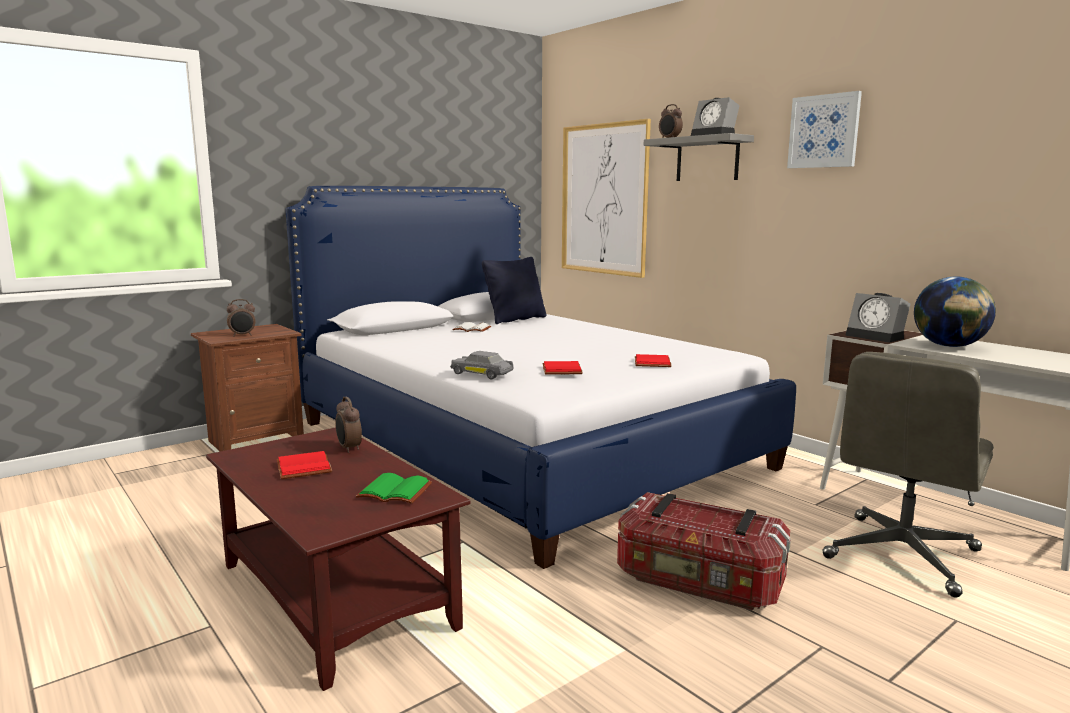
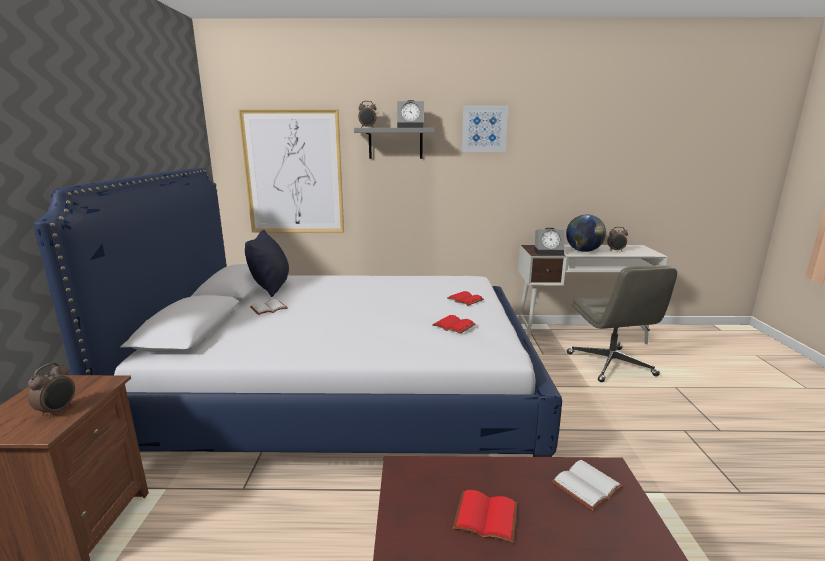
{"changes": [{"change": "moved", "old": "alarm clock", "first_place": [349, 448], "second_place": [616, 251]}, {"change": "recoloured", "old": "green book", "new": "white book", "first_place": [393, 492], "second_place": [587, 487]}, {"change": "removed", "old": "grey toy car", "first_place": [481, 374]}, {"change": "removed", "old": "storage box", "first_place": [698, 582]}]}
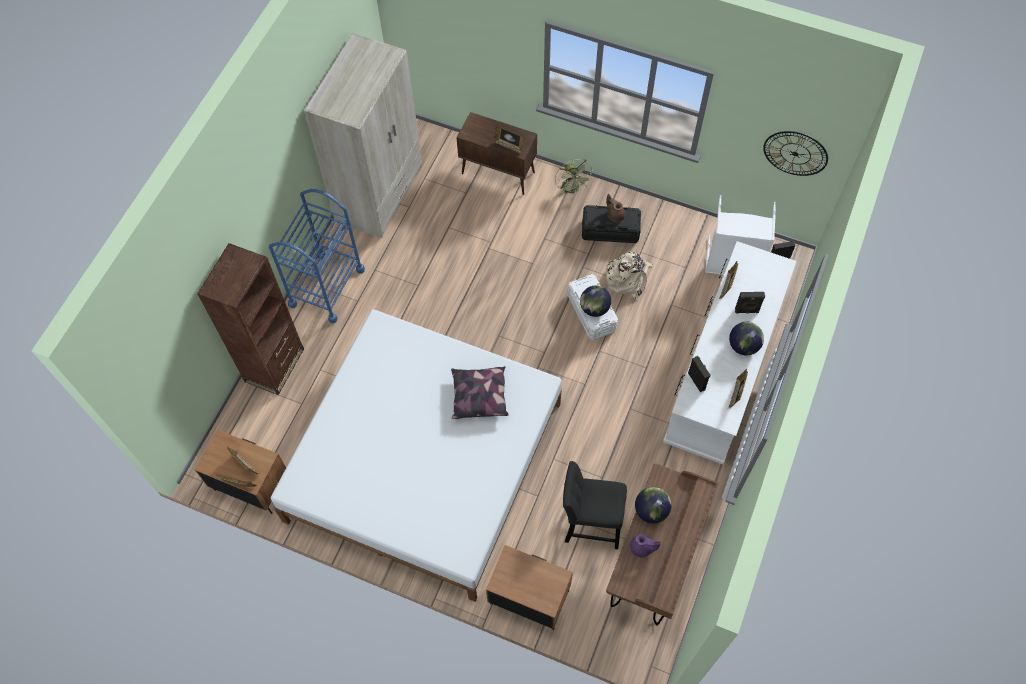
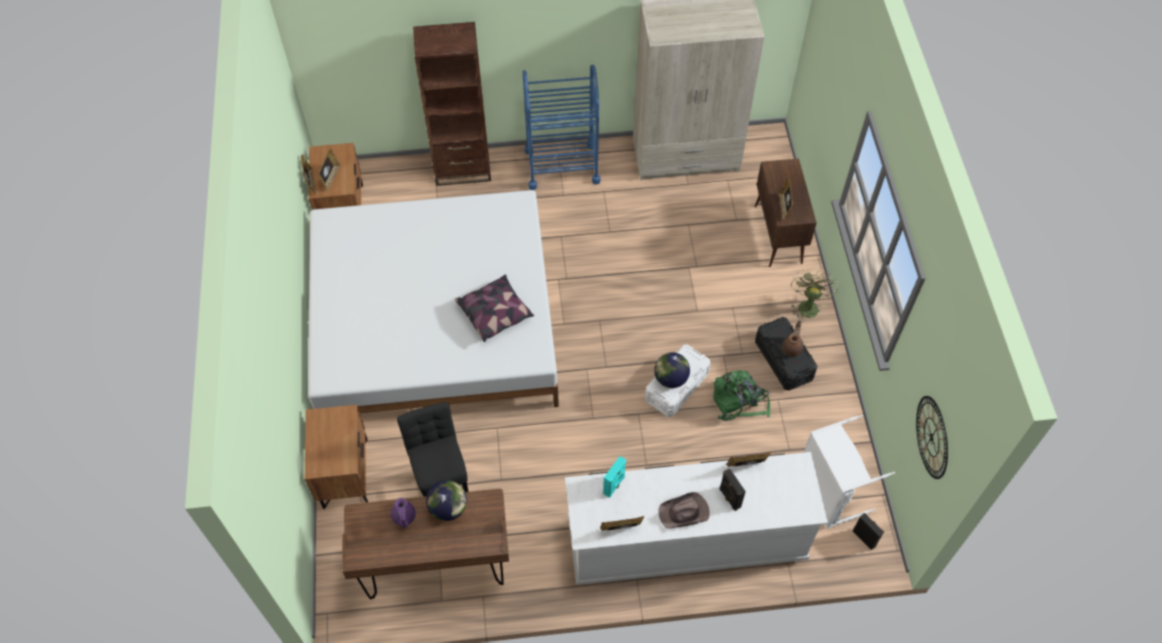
{"changes": [{"change": "turned", "old": "green fan", "first_place": [572, 189], "second_place": [807, 305], "degrees": 150}, {"change": "recoloured", "old": "beige backpack", "new": "green backpack", "first_place": [627, 278], "second_place": [739, 401]}, {"change": "recoloured", "old": "black speaker", "new": "turquoise speaker", "first_place": [697, 381], "second_place": [614, 485]}, {"change": "replaced", "old": "globe", "new": "brown hat", "first_place": [743, 346], "second_place": [684, 513]}]}
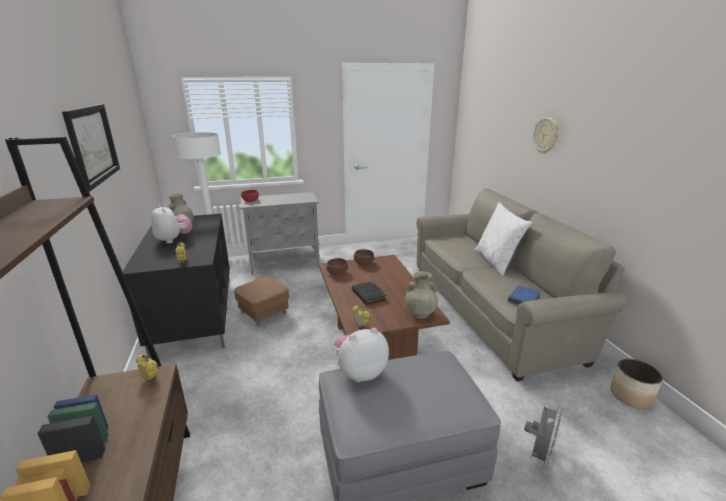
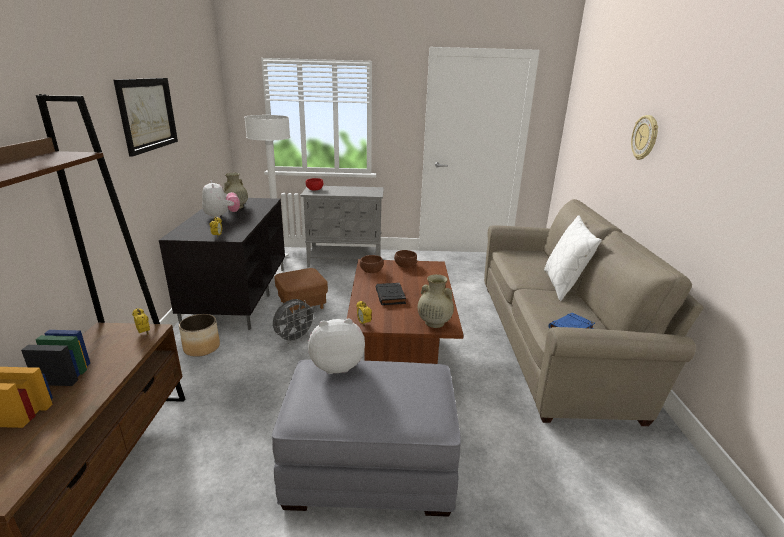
{"changes": [{"change": "moved", "old": "grey fan", "first_place": [538, 455], "second_place": [294, 339]}, {"change": "moved", "old": "planter", "first_place": [631, 396], "second_place": [202, 348]}]}
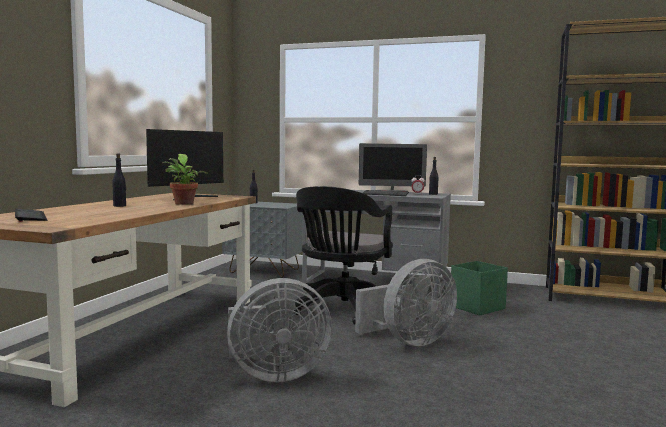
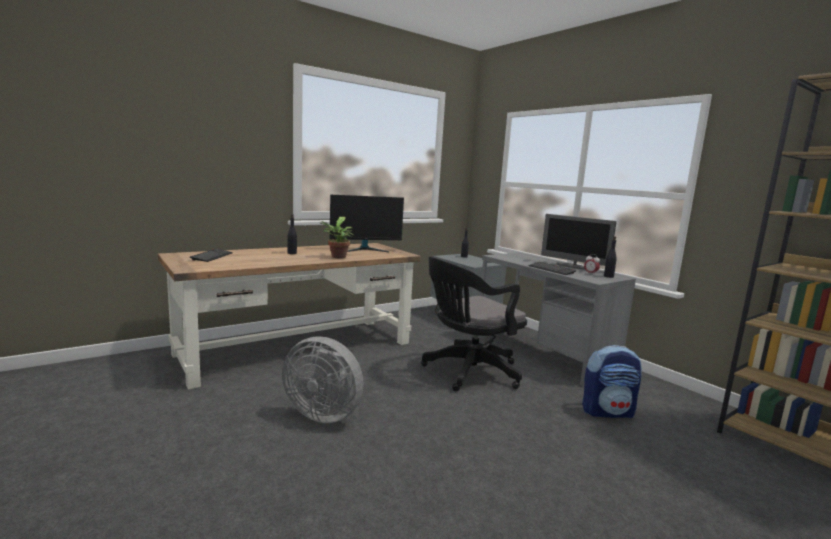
{"changes": [{"change": "removed", "old": "grey fan", "first_place": [409, 341]}, {"change": "replaced", "old": "green storage box", "new": "backpack", "first_place": [478, 307], "second_place": [607, 412]}]}
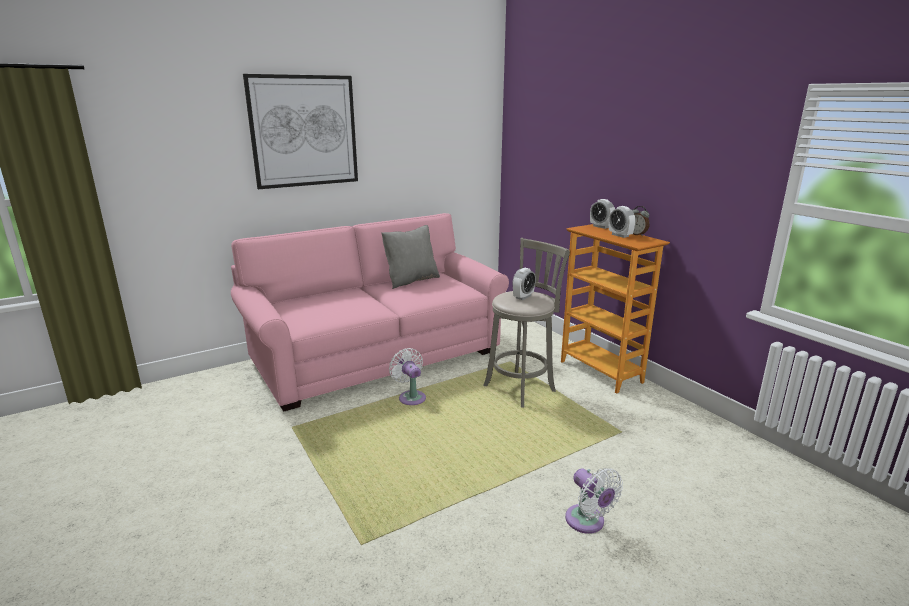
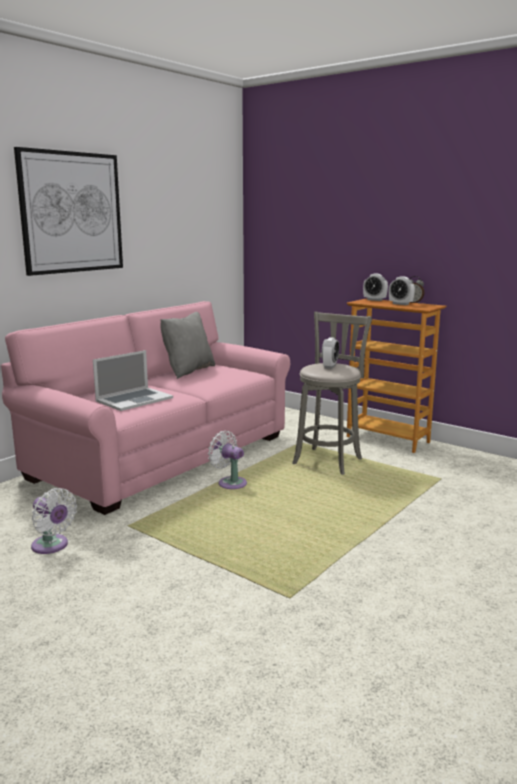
{"changes": [{"change": "moved", "old": "white fan", "first_place": [587, 522], "second_place": [52, 546]}, {"change": "added", "new": "laptop", "second_place": [134, 399]}]}
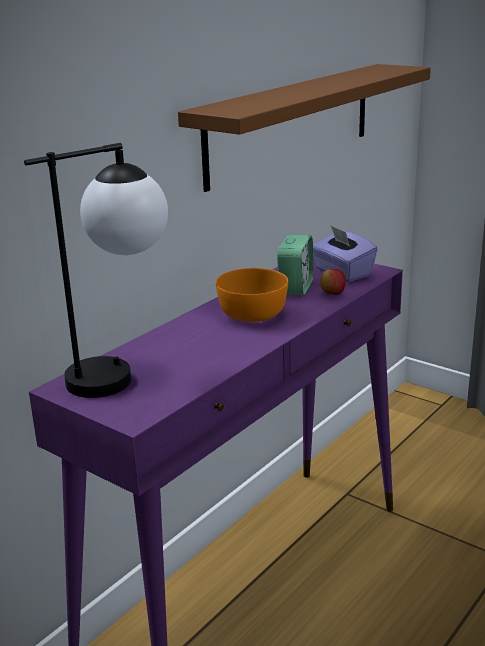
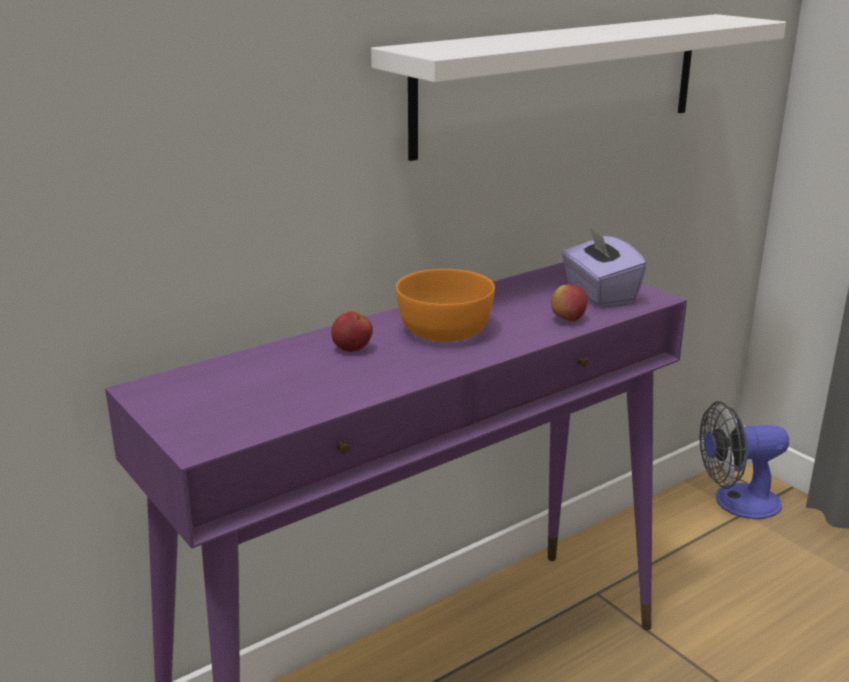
{"changes": [{"change": "removed", "old": "table lamp", "first_place": [122, 373]}, {"change": "recoloured", "old": "brown shelf", "new": "white shelf", "first_place": [292, 122], "second_place": [562, 82]}, {"change": "removed", "old": "alarm clock", "first_place": [296, 287]}, {"change": "added", "new": "apple", "second_place": [352, 349]}, {"change": "added", "new": "fan", "second_place": [736, 502]}]}
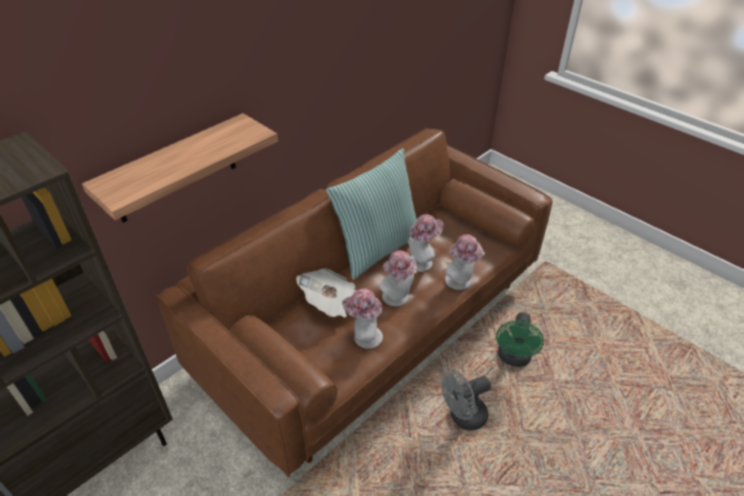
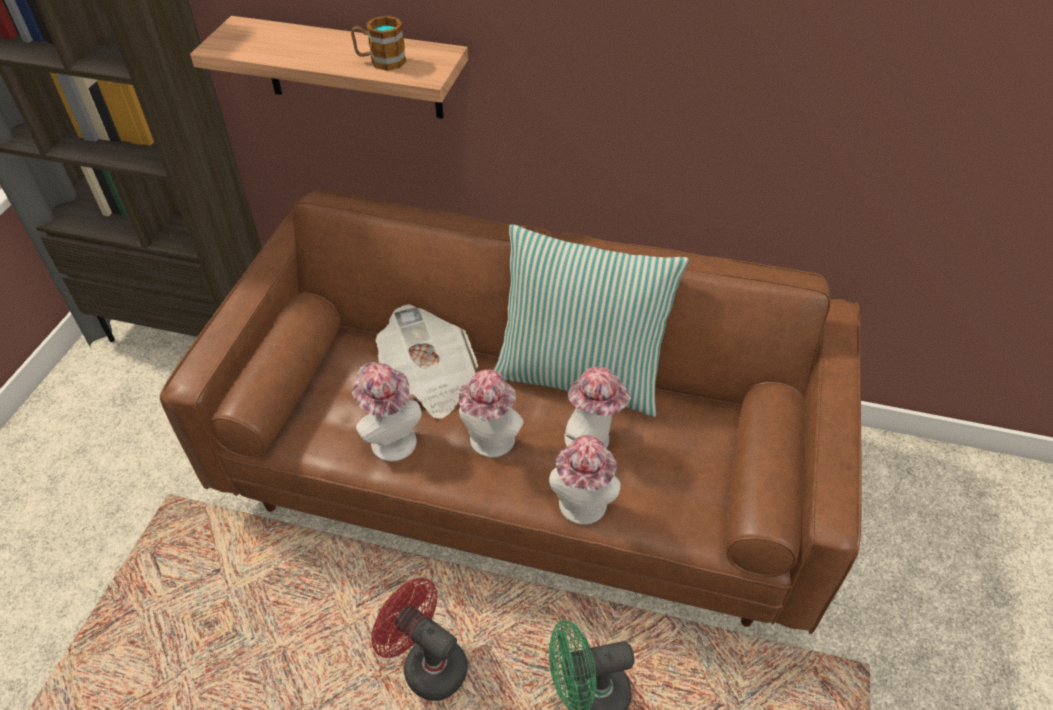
{"changes": [{"change": "recoloured", "old": "grey fan", "new": "red fan", "first_place": [463, 417], "second_place": [427, 663]}, {"change": "added", "new": "mug", "second_place": [381, 61]}]}
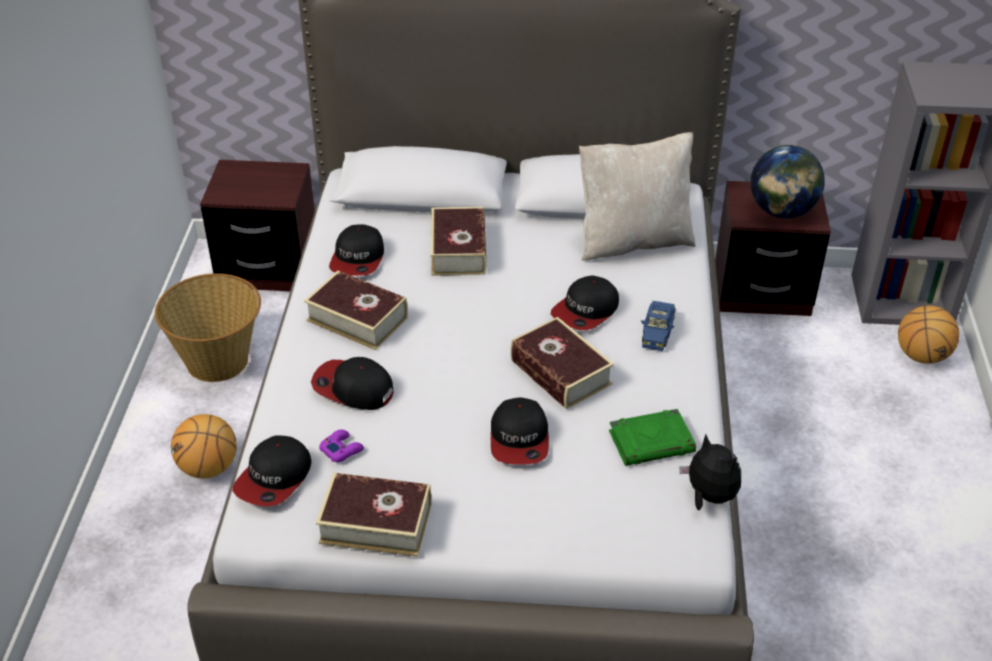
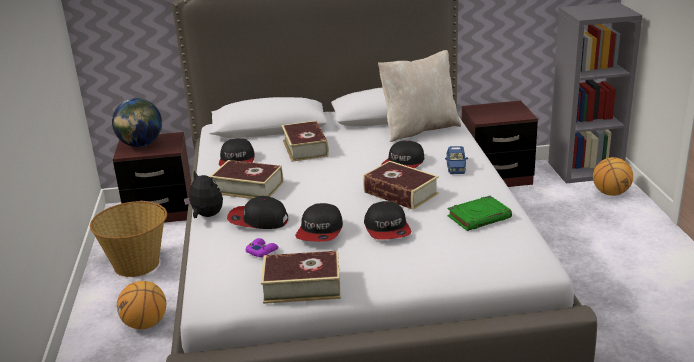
{"changes": [{"change": "moved", "old": "cap", "first_place": [274, 478], "second_place": [320, 231]}, {"change": "moved", "old": "plush toy", "first_place": [709, 496], "second_place": [206, 216]}, {"change": "moved", "old": "globe", "first_place": [781, 211], "second_place": [141, 145]}]}
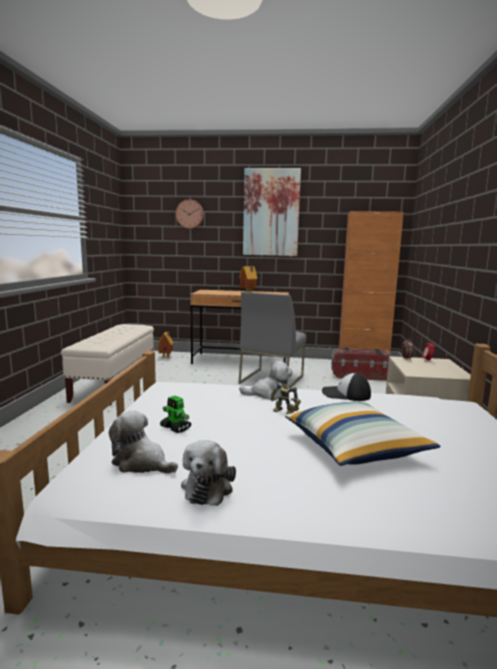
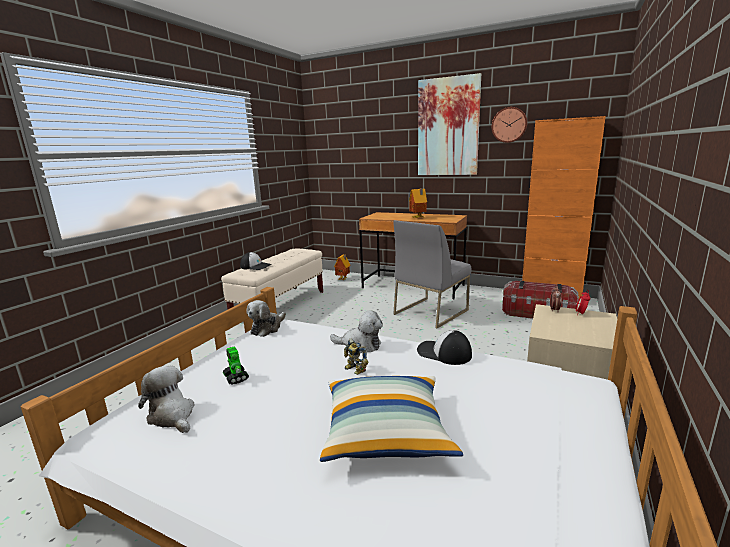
{"changes": [{"change": "moved", "old": "wall clock", "first_place": [190, 214], "second_place": [509, 125]}, {"change": "moved", "old": "plush toy", "first_place": [208, 486], "second_place": [267, 328]}, {"change": "added", "new": "cap", "second_place": [256, 266]}]}
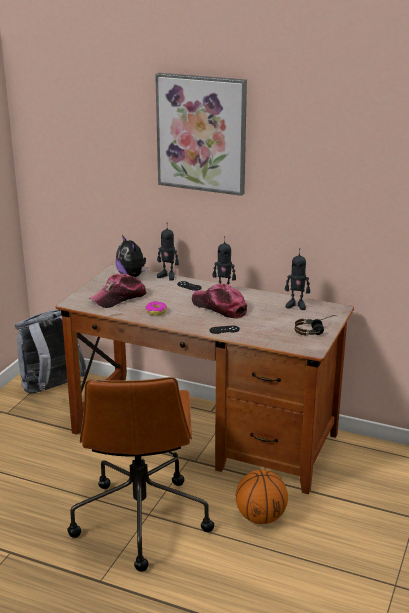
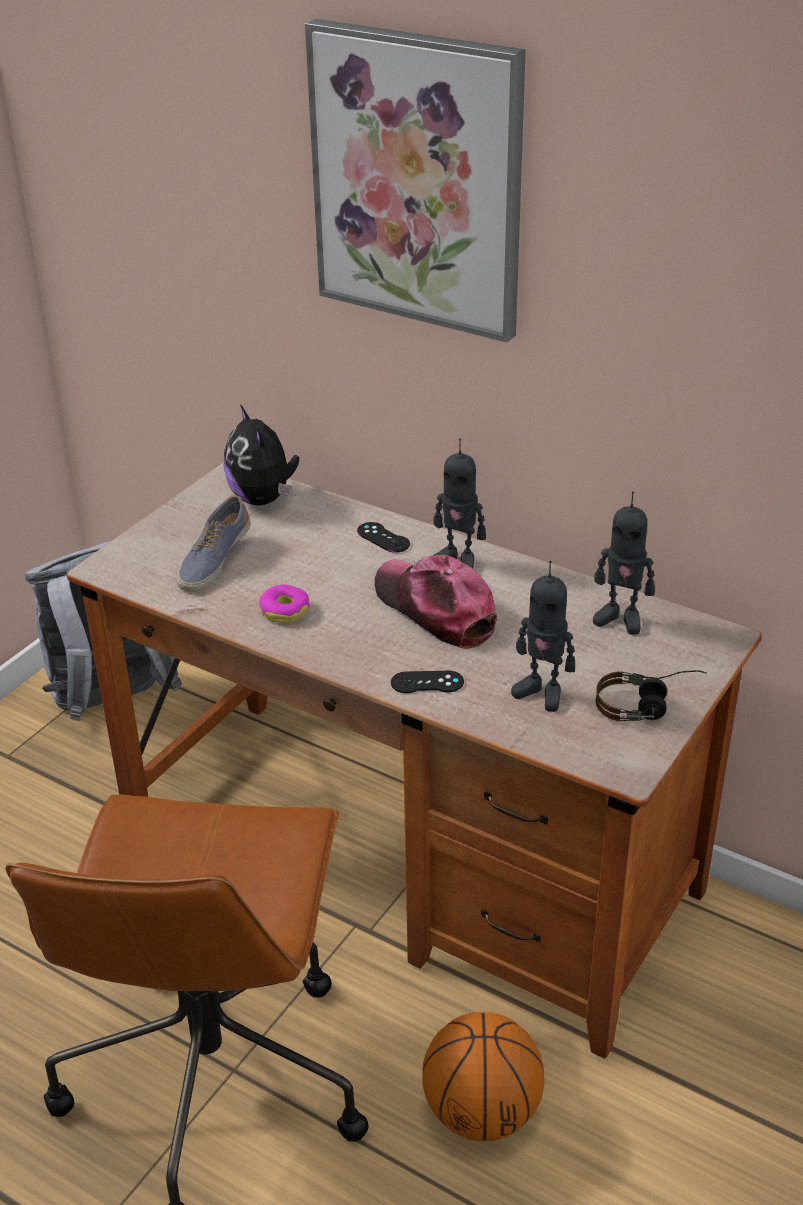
{"changes": [{"change": "replaced", "old": "cap", "new": "shoe", "first_place": [119, 298], "second_place": [213, 561]}, {"change": "moved", "old": "toy robot", "first_place": [167, 276], "second_place": [542, 692]}]}
